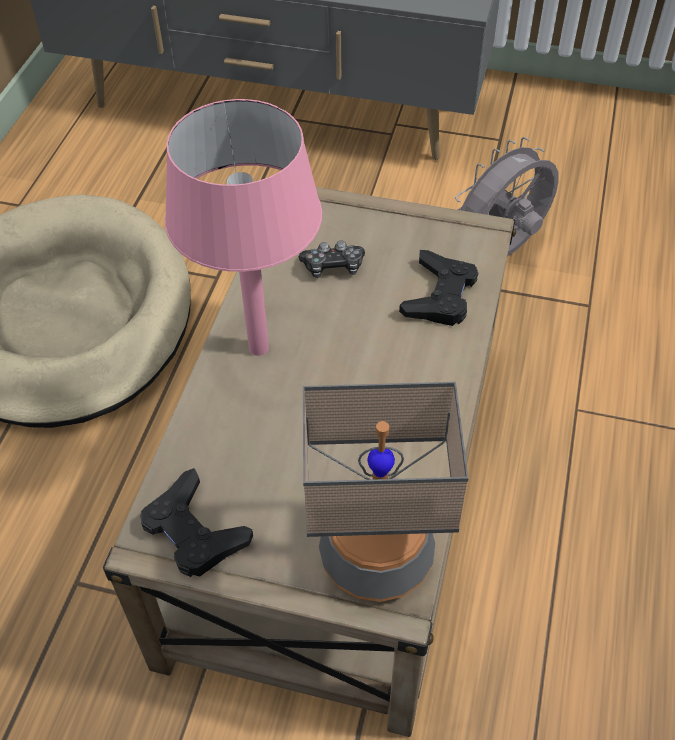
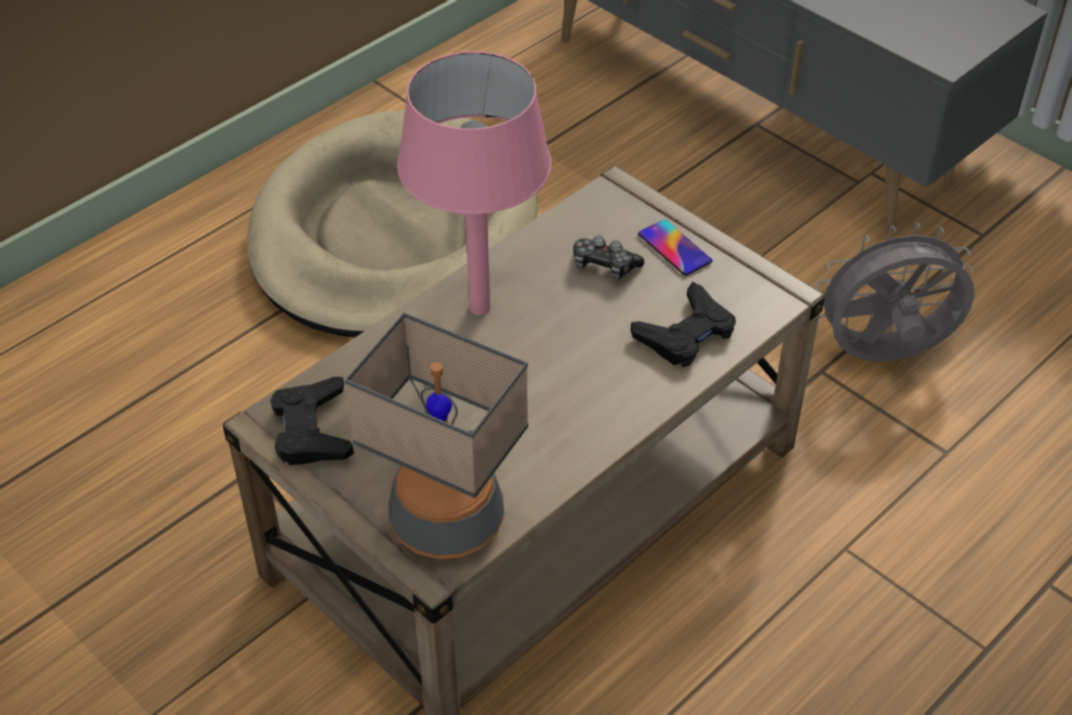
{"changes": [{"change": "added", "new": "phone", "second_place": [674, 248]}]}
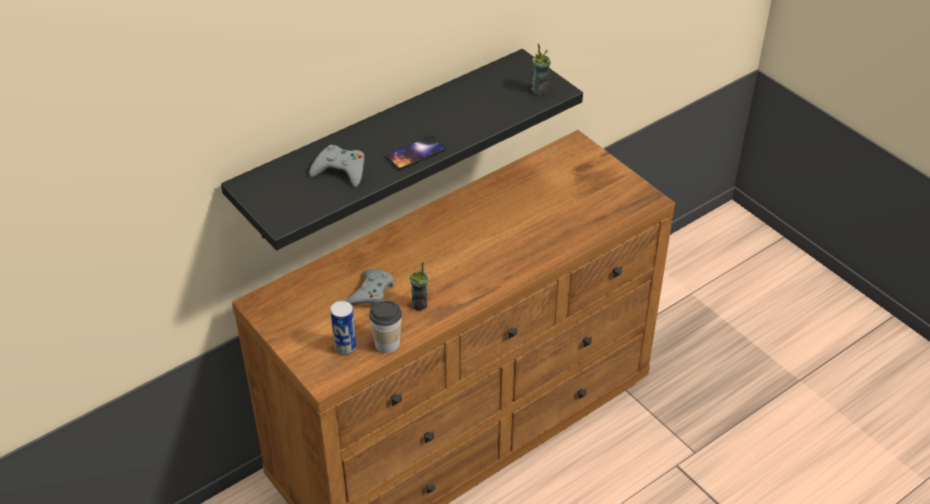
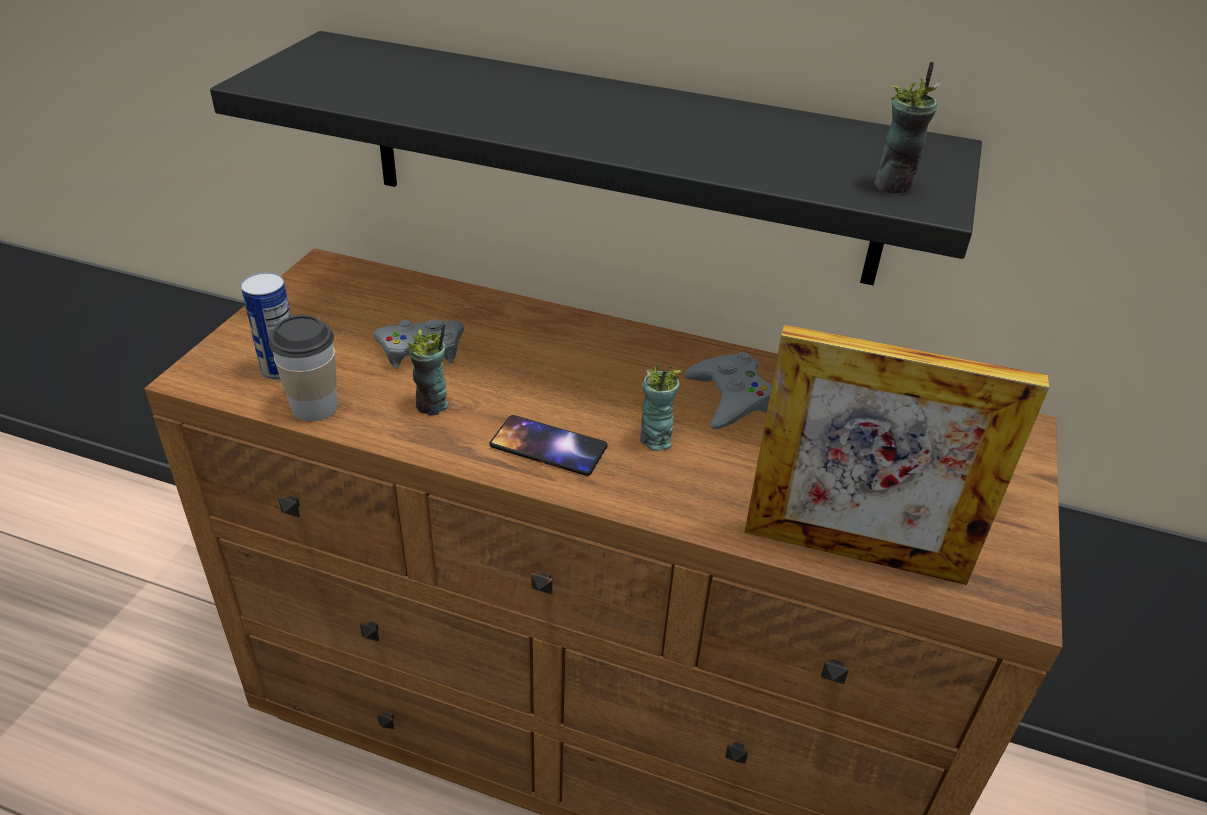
{"changes": [{"change": "moved", "old": "grey game controller", "first_place": [340, 170], "second_place": [729, 398]}, {"change": "moved", "old": "phone", "first_place": [415, 153], "second_place": [548, 446]}, {"change": "added", "new": "cup", "second_place": [655, 440]}, {"change": "added", "new": "picture frame", "second_place": [853, 552]}]}
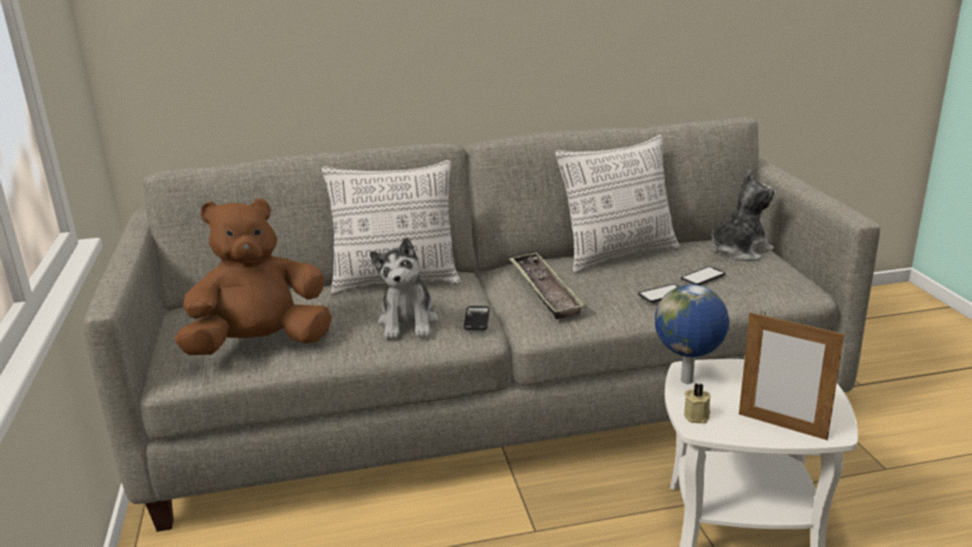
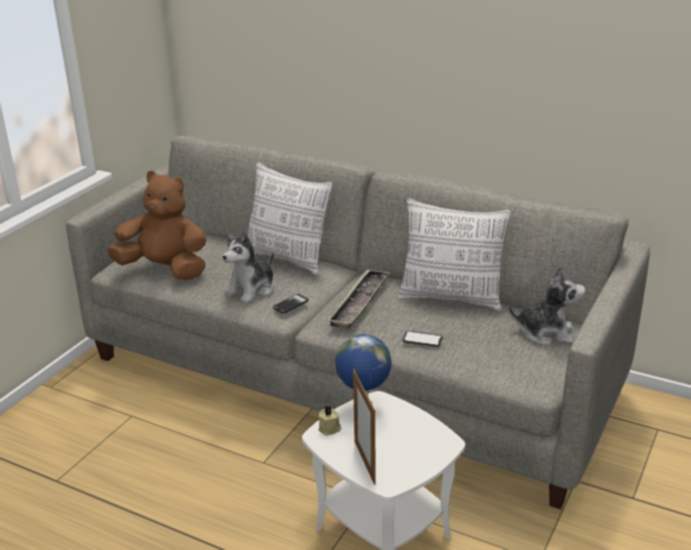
{"changes": [{"change": "removed", "old": "phone", "first_place": [703, 277]}]}
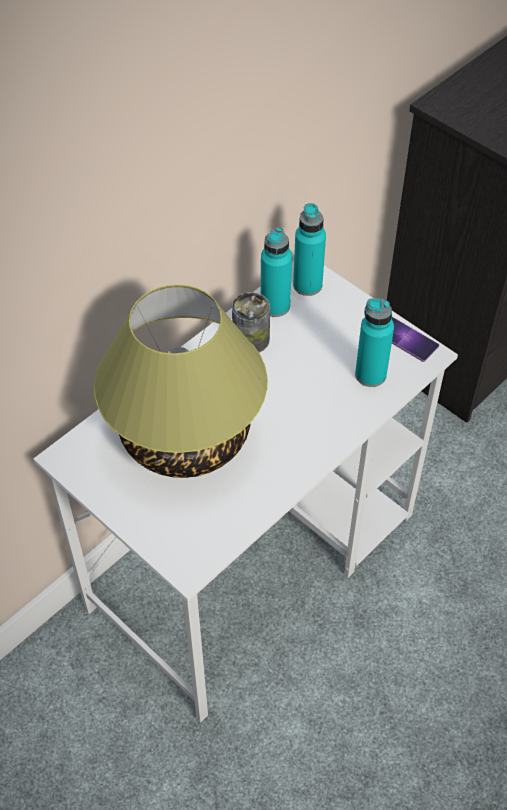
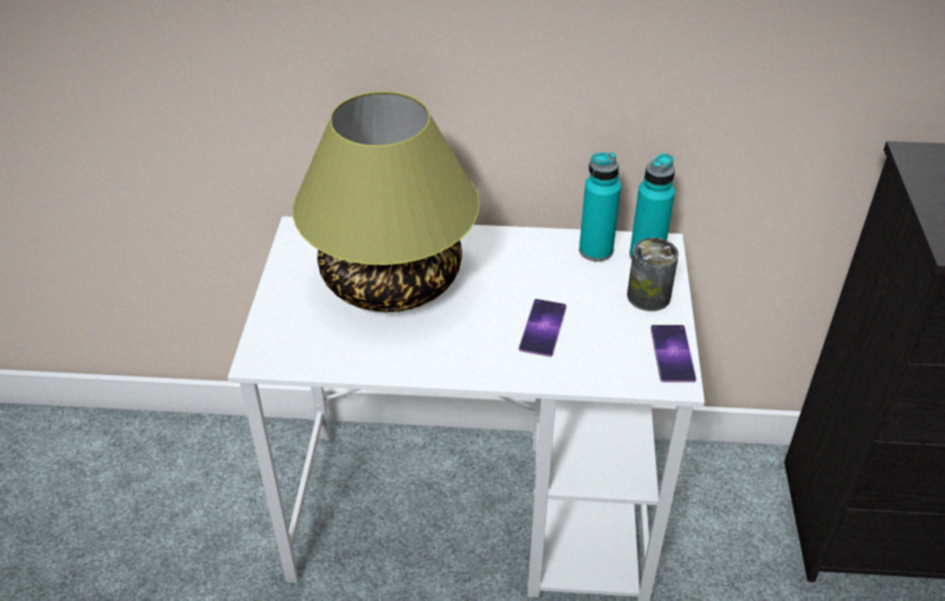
{"changes": [{"change": "moved", "old": "can", "first_place": [251, 339], "second_place": [648, 296]}, {"change": "removed", "old": "turquoise bottle", "first_place": [370, 375]}, {"change": "added", "new": "phone", "second_place": [543, 328]}]}
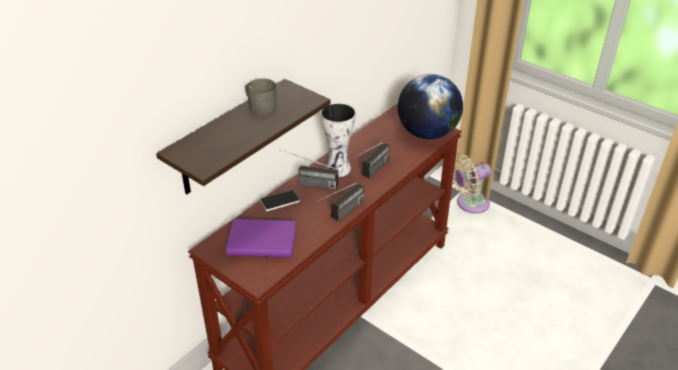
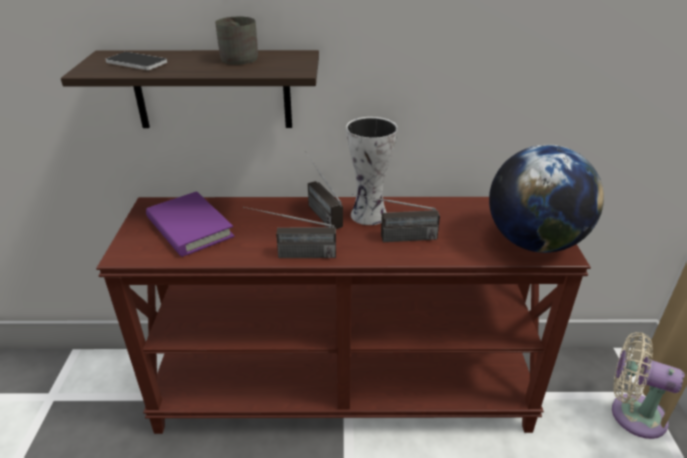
{"changes": [{"change": "moved", "old": "phone", "first_place": [279, 201], "second_place": [137, 63]}]}
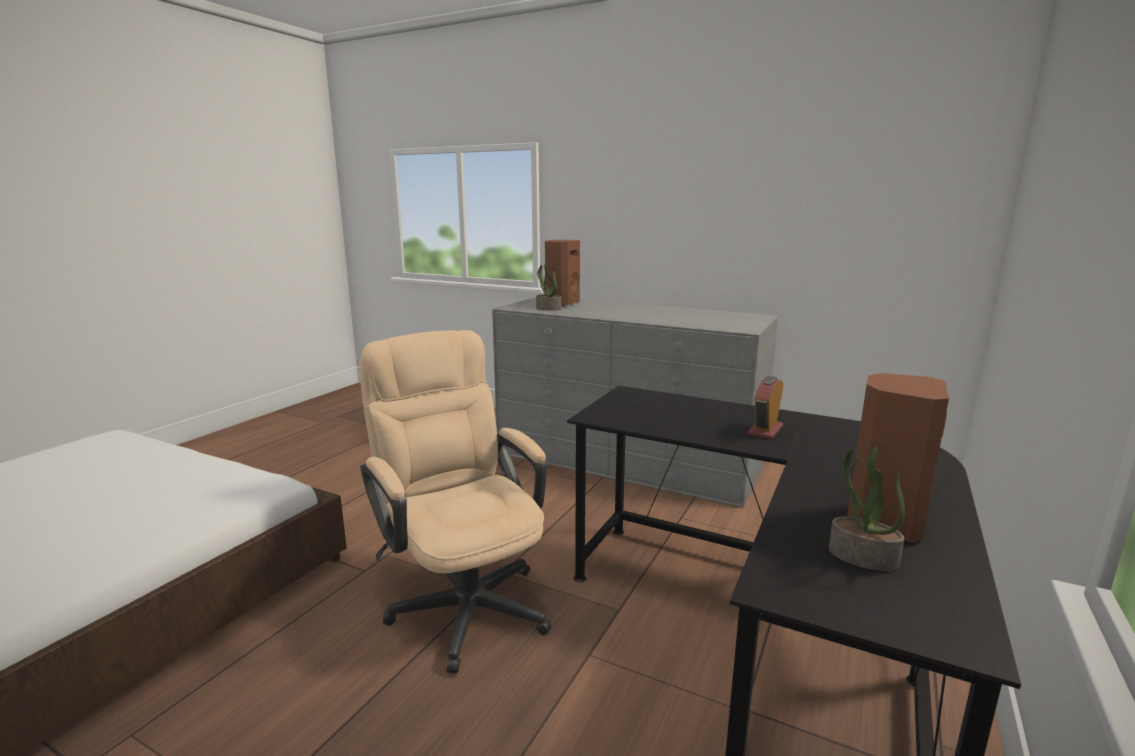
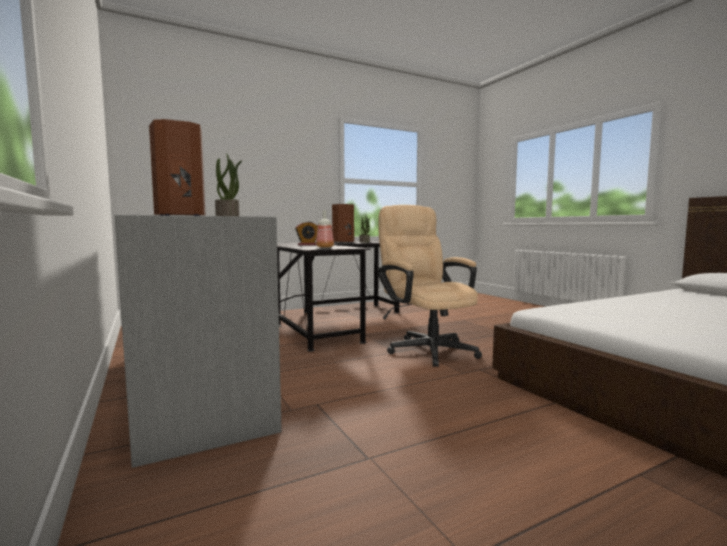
{"changes": [{"change": "turned", "old": "beige office chair", "first_place": [463, 600], "second_place": [426, 348], "degrees": 150}, {"change": "added", "new": "bottle", "second_place": [325, 247]}]}
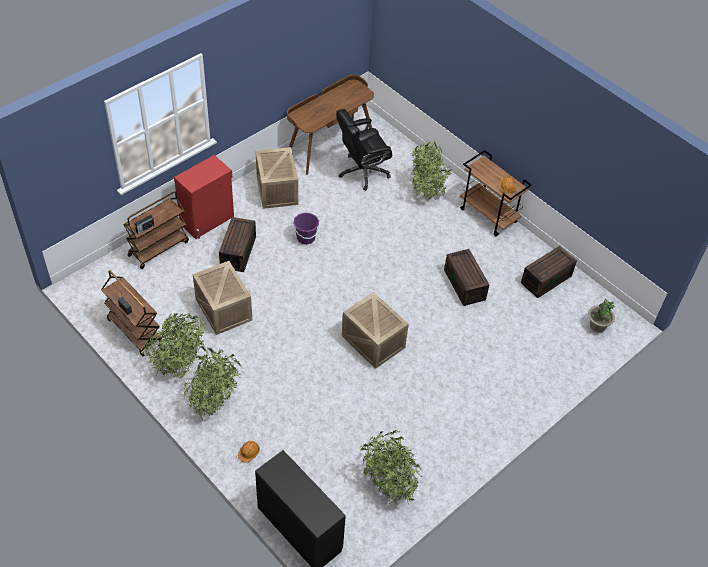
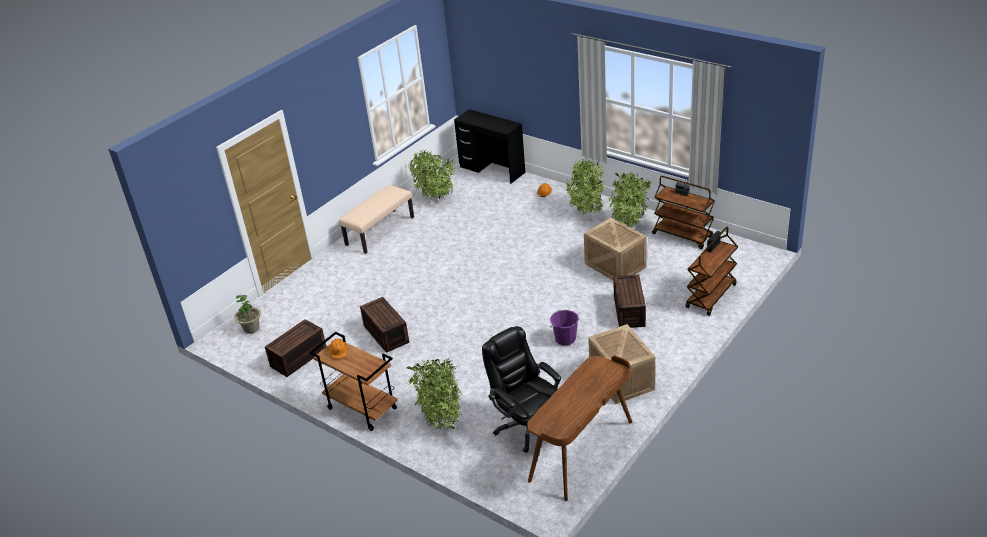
{"changes": [{"change": "removed", "old": "red cabinet", "first_place": [208, 220]}, {"change": "turned", "old": "black office chair", "first_place": [362, 172], "second_place": [526, 425], "degrees": -90}, {"change": "removed", "old": "crate", "first_place": [374, 342]}, {"change": "added", "new": "beige bench", "second_place": [380, 231]}]}
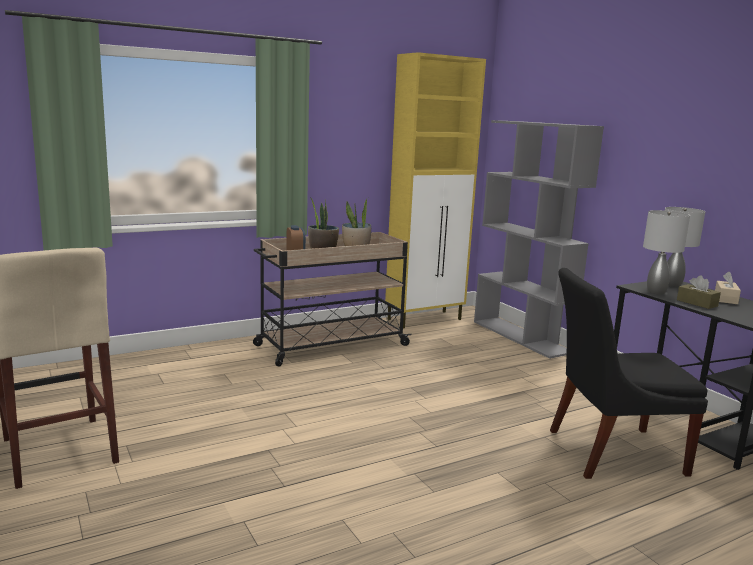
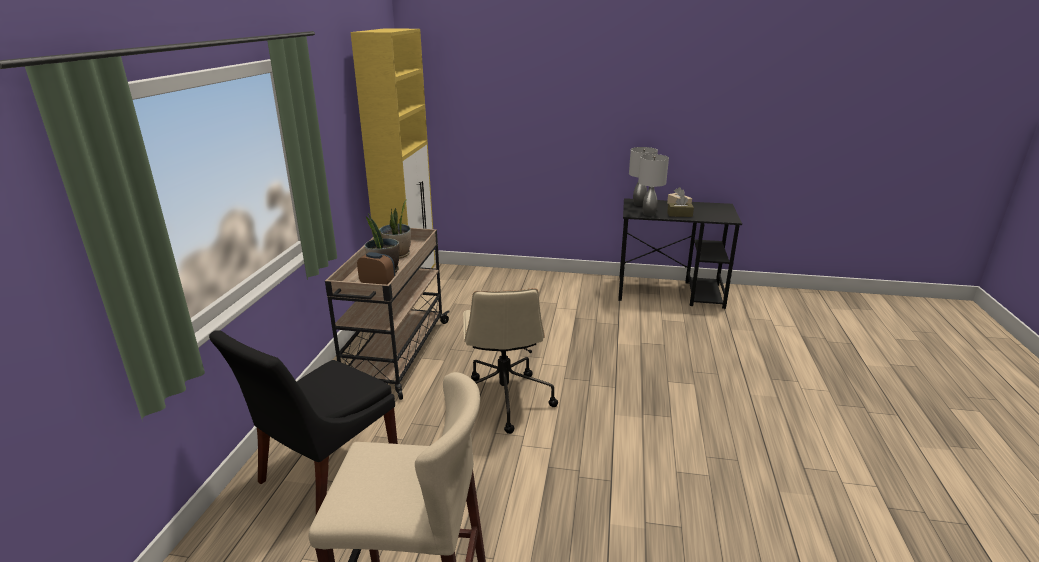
{"changes": [{"change": "removed", "old": "grey bookcase", "first_place": [522, 337]}, {"change": "moved", "old": "black chair", "first_place": [609, 451], "second_place": [324, 473]}, {"change": "added", "new": "beige office chair", "second_place": [504, 399]}]}
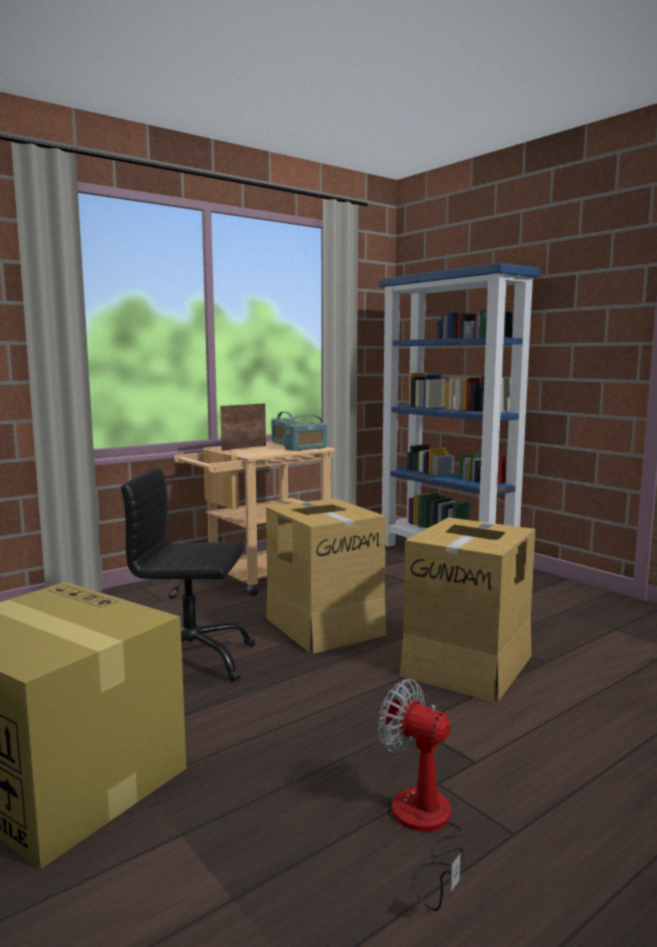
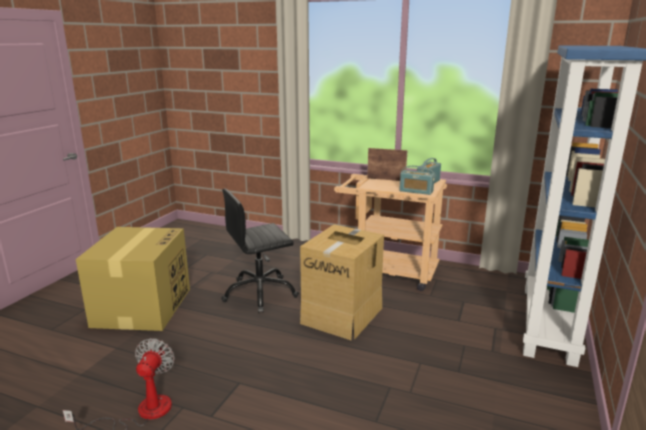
{"changes": [{"change": "turned", "old": "black office chair", "first_place": [190, 660], "second_place": [260, 293], "degrees": -90}, {"change": "removed", "old": "cardboard box", "first_place": [468, 665]}]}
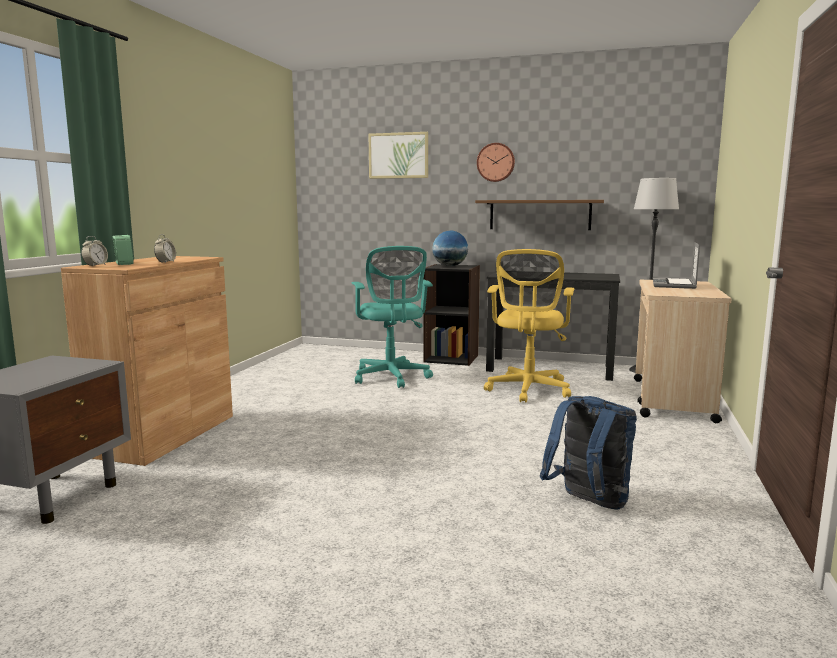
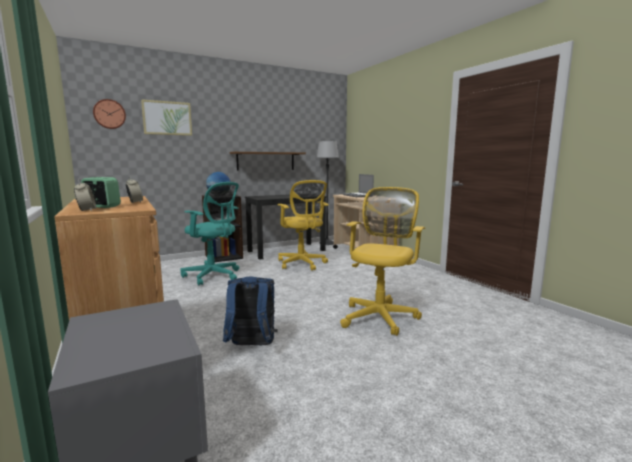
{"changes": [{"change": "moved", "old": "wall clock", "first_place": [496, 162], "second_place": [109, 114]}, {"change": "moved", "old": "blue backpack", "first_place": [588, 504], "second_place": [251, 347]}, {"change": "added", "new": "yellow office chair", "second_place": [380, 316]}]}
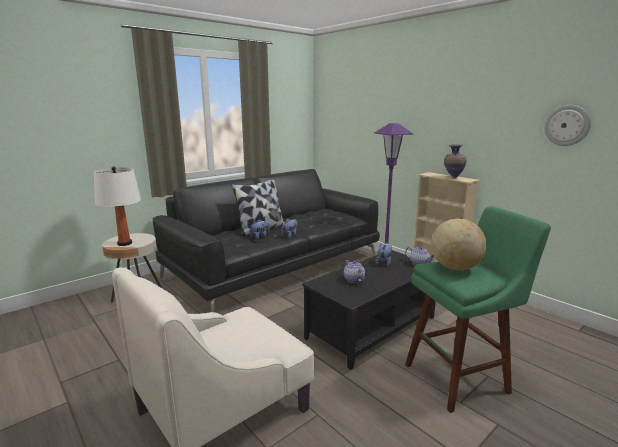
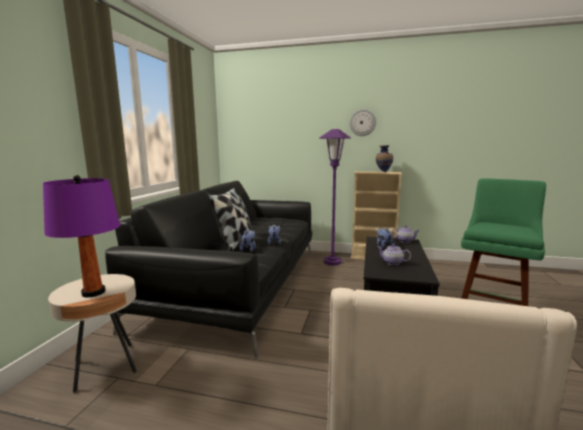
{"changes": [{"change": "recoloured", "old": "white table lamp", "new": "purple table lamp", "first_place": [124, 243], "second_place": [93, 292]}, {"change": "removed", "old": "globe", "first_place": [455, 268]}, {"change": "moved", "old": "wall clock", "first_place": [567, 125], "second_place": [362, 122]}]}
